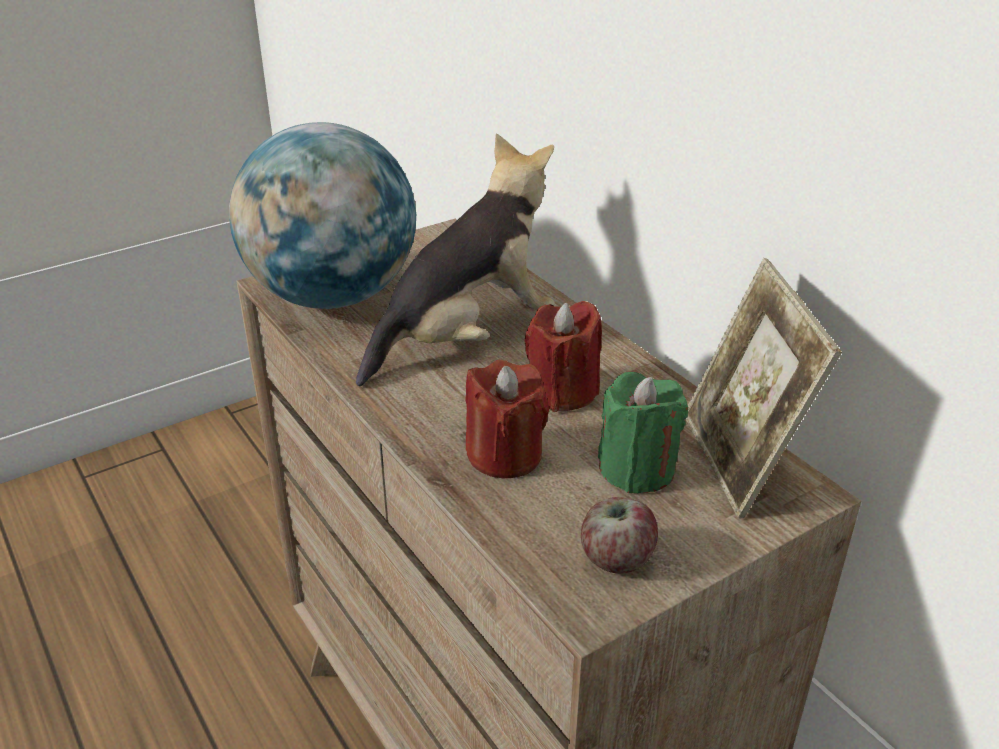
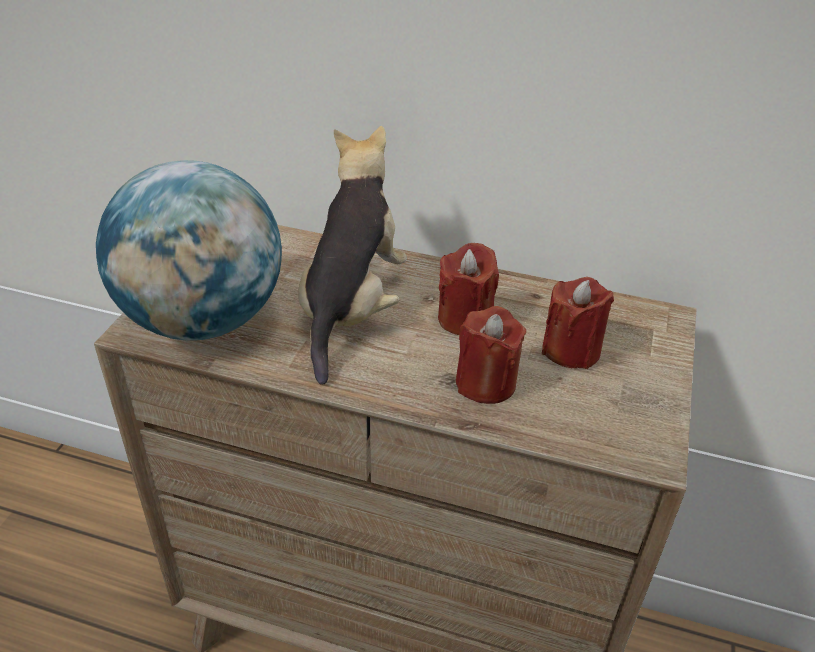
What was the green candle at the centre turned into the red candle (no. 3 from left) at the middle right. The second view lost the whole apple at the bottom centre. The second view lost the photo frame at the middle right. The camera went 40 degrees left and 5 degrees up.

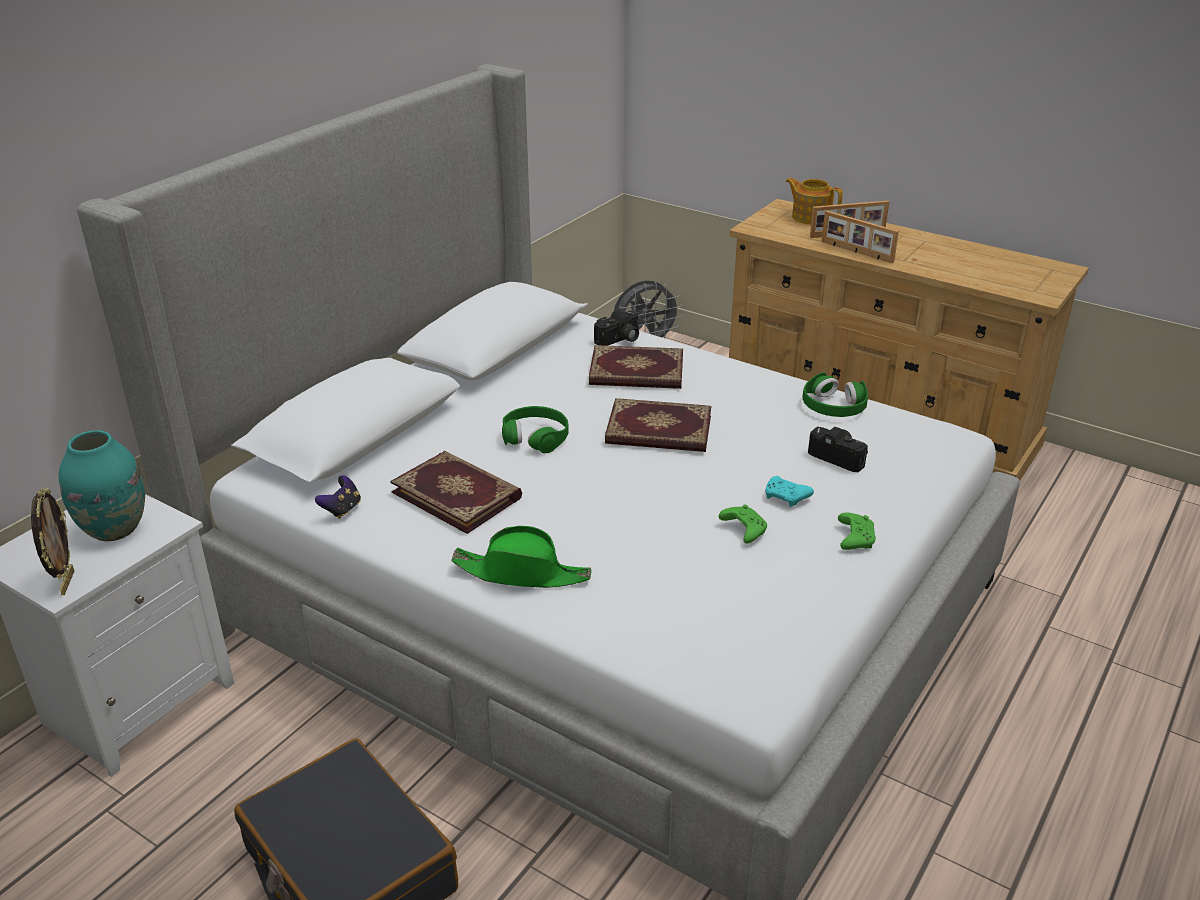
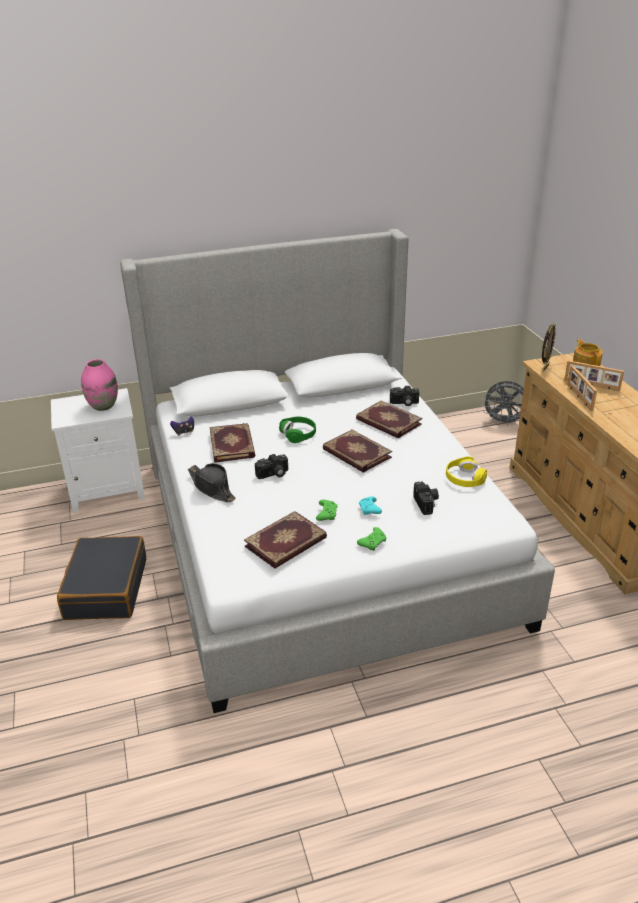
What was the turquoise-coloured vase at the middle left turned into the pink vase at the middle left. What was the green wearable hat at the centre turned into the black wearable hat at the middle left. The second view gained the volume (no. 2 from left) at the centre. The second view gained the still camera (no. 1 from left) at the centre. What was the green pair of headphones (no. 2 from left) at the middle right turned into the yellow-coloured pair of headphones at the middle right. The photo frame (no. 1 from left) ended up elsewhere, having gone from the middle left to the middle right. The camera went 40 degrees right and 0 degrees up.

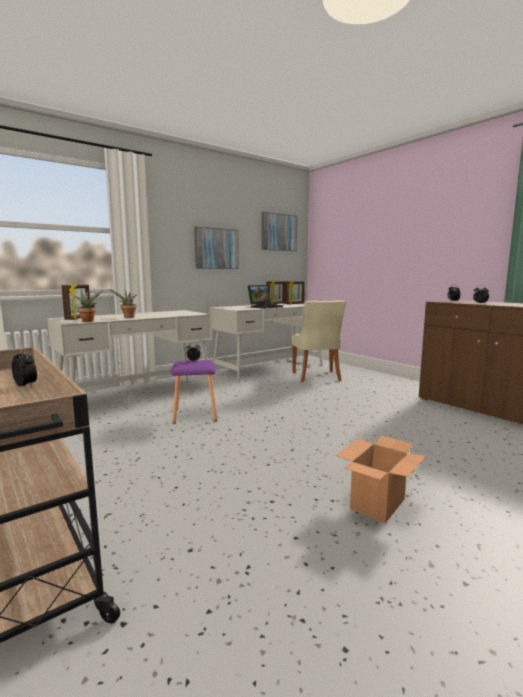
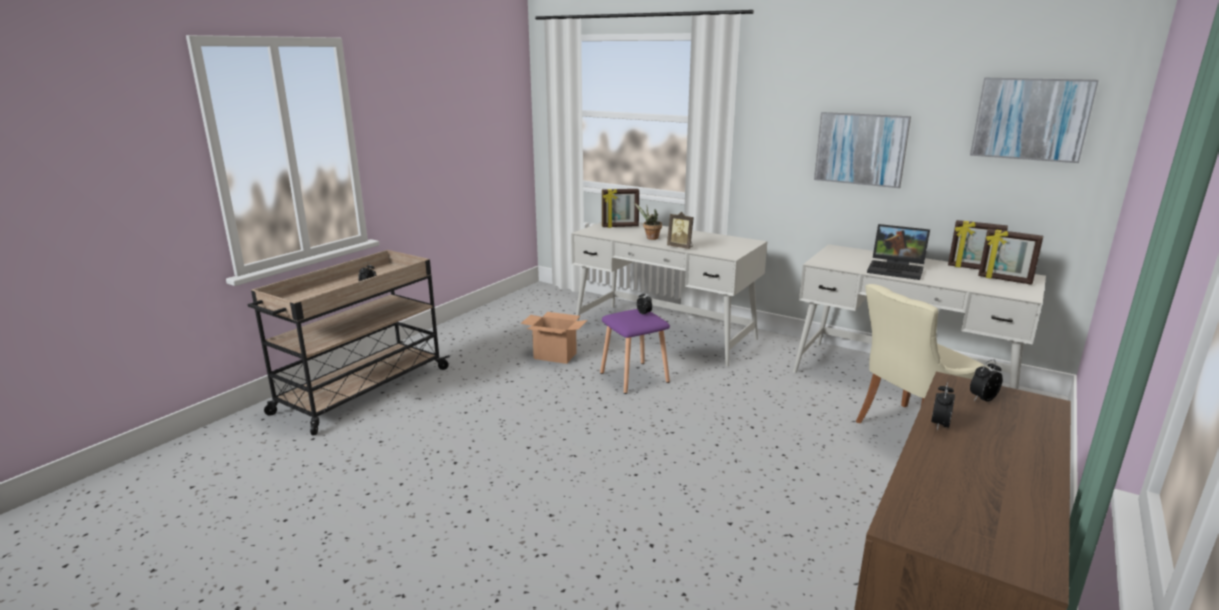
The carton ended up elsewhere, having gone from the bottom right to the centre. The second view gained the photo frame (no. 2 from left) at the centre. The second view lost the potted plant (no. 1 from left) at the middle left. The camera went 70 degrees right and 10 degrees up.

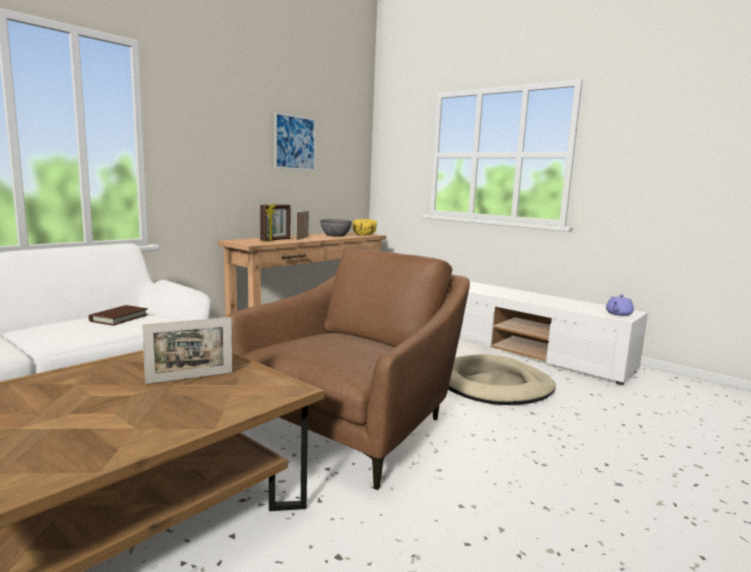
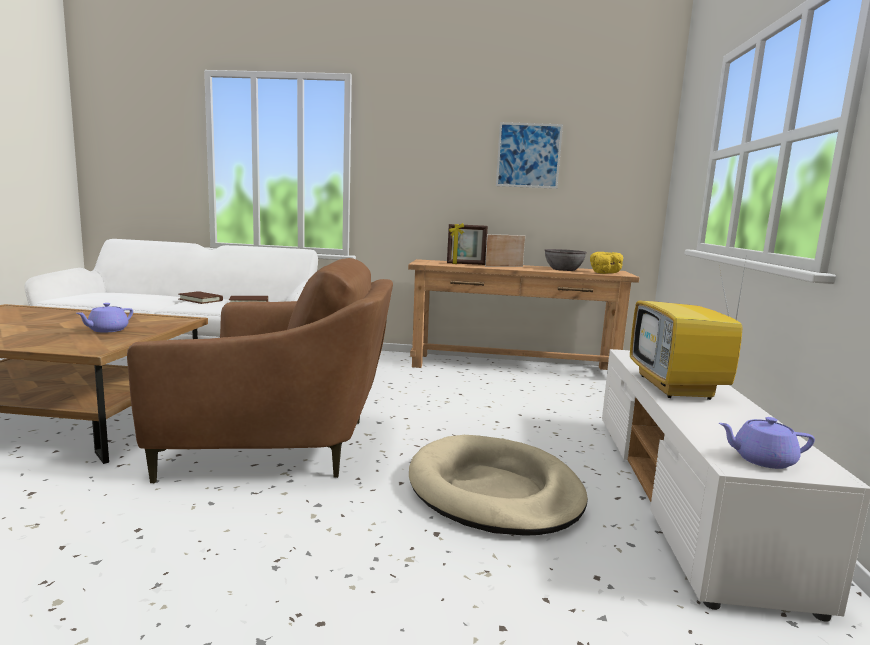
Where the photo frame (no. 1 from left) stood at the middle left, the purple tea pot (no. 1 from left) came to stand at the middle left. The second view gained the brownish volume (no. 1 from left) at the middle left. The second view gained the TV at the middle right. The camera went 55 degrees right and 0 degrees up.

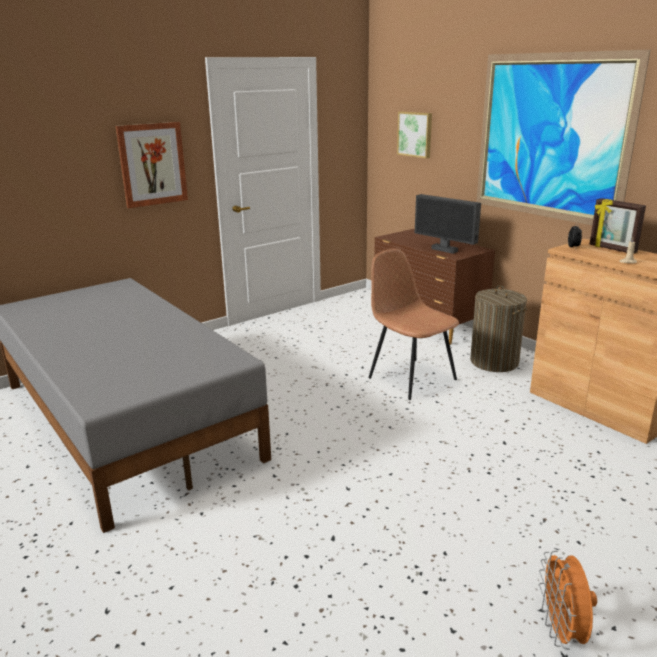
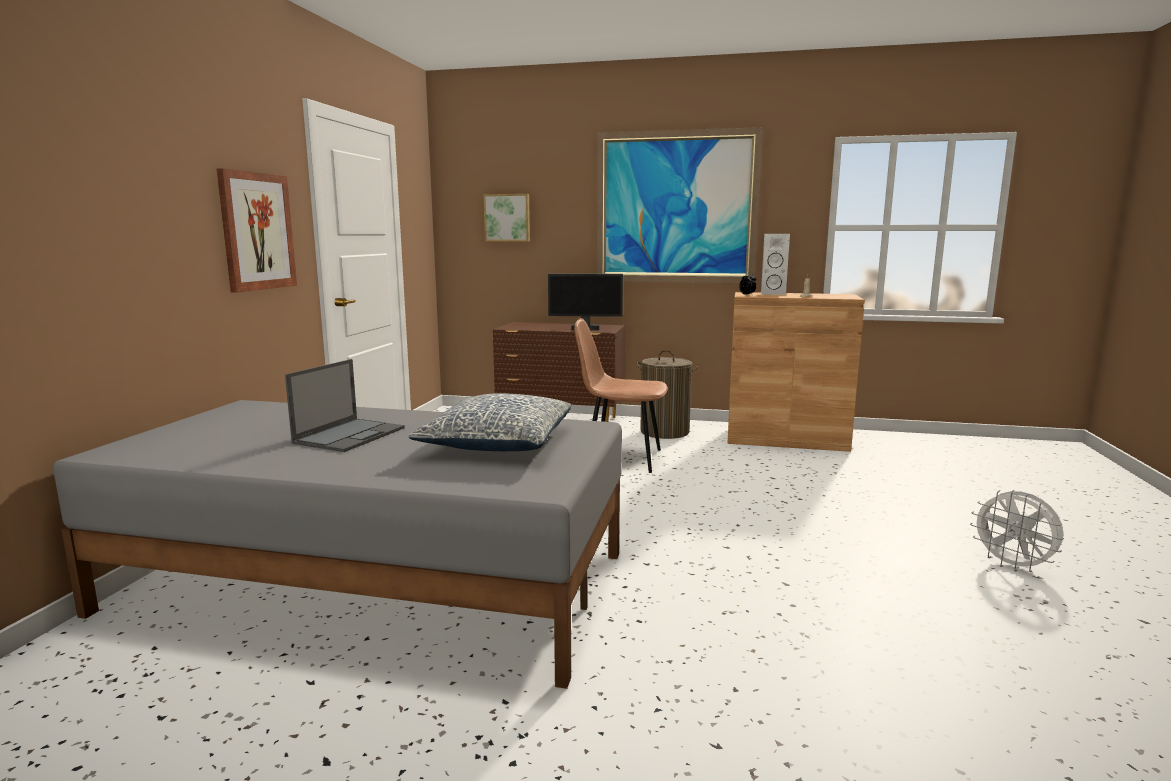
The second view gained the laptop at the middle left. The second view gained the throw pillow at the centre. Where the photo frame stood at the middle right, the white speaker came to stand at the centre. What was the orangey cooling fan at the bottom right turned into the white cooling fan at the bottom right. The camera went 40 degrees left and 10 degrees down.

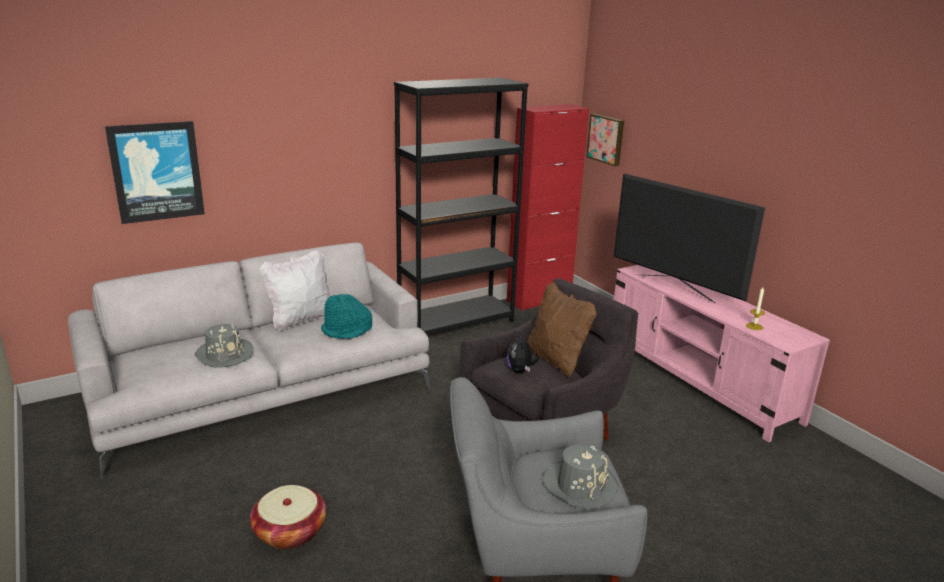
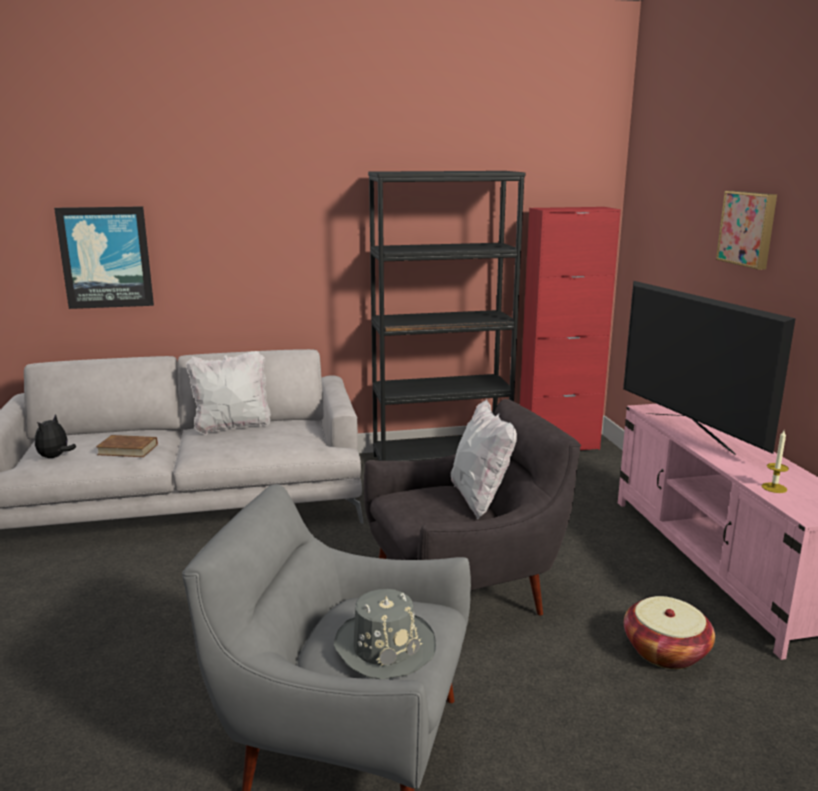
The soft toy ended up elsewhere, having gone from the centre to the middle left. Where the gray wearable hat (no. 1 from left) stood at the middle left, the brownish volume came to stand at the middle left. What was the brownish throw pillow at the centre turned into the white throw pillow (no. 2 from left) at the centre. The basket ended up elsewhere, having gone from the bottom left to the bottom right. The wall art (no. 2 from left) ended up elsewhere, having gone from the top centre to the top right. The second view lost the turquoise-coloured wearable hat at the centre. The camera went 20 degrees right and 5 degrees down.

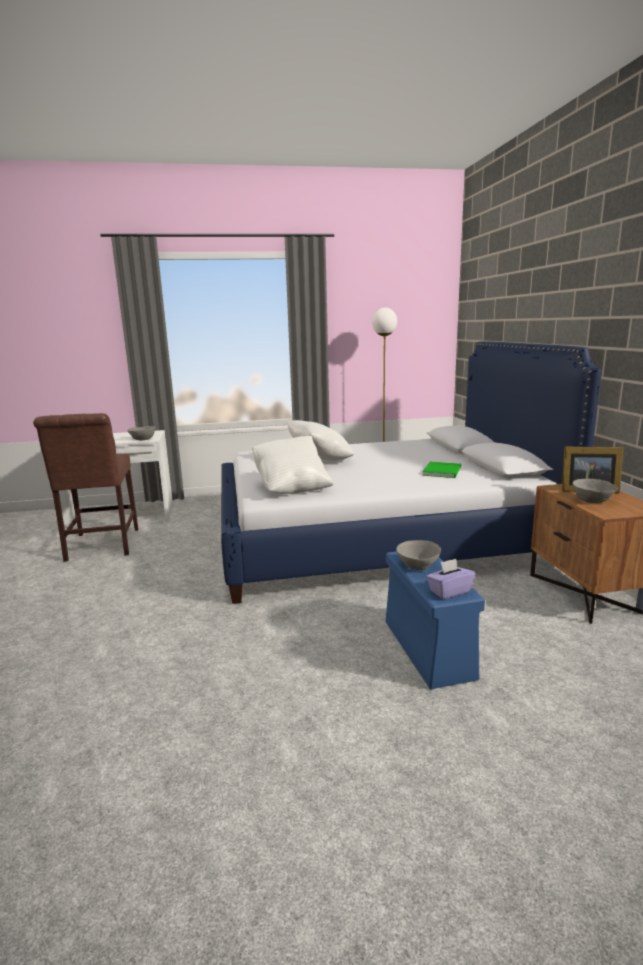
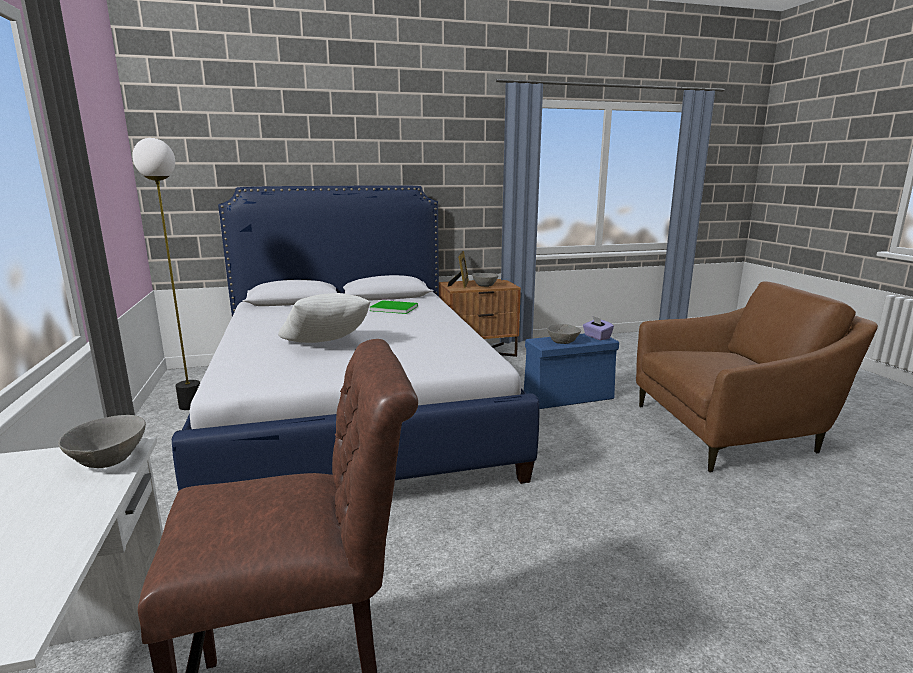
The second view gained the brownish easy chair at the middle right. The second view lost the white throw pillow (no. 1 from left) at the centre. The camera went 95 degrees left and 0 degrees up.

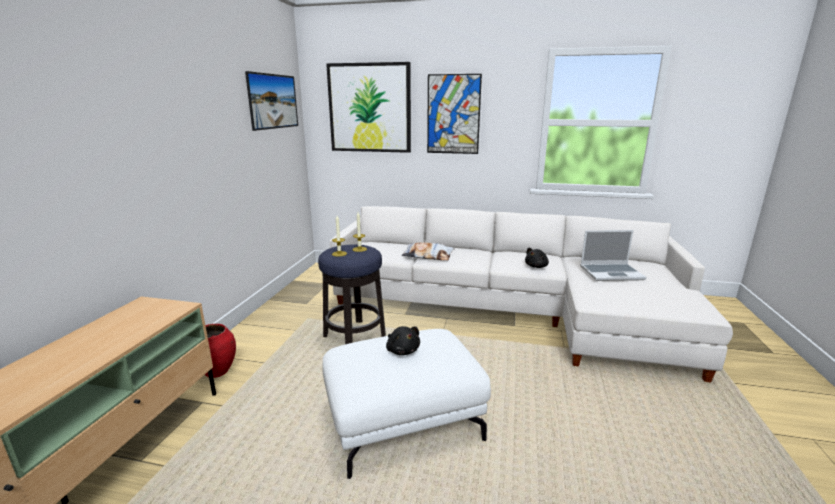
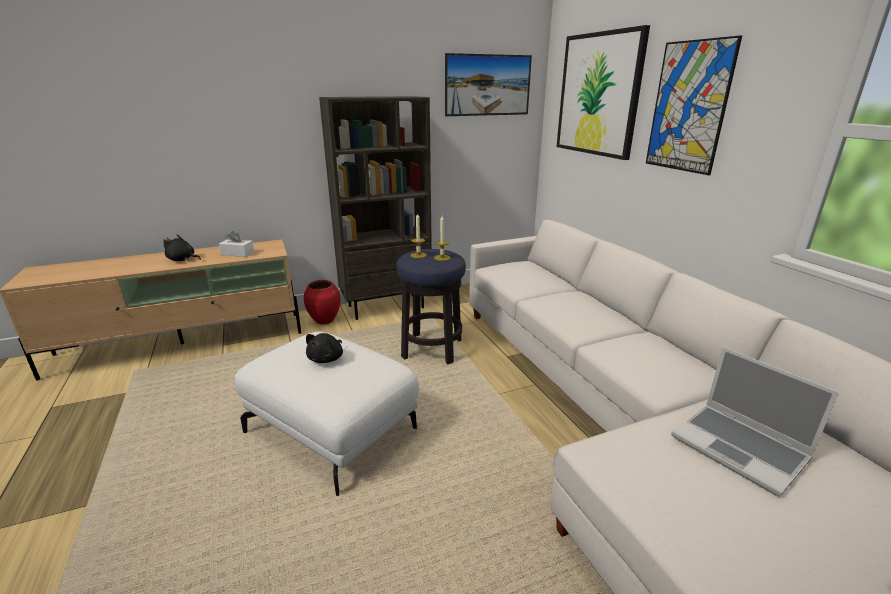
The black soft toy (no. 2 from left in the first image) ended up elsewhere, having gone from the centre to the middle left. The second view gained the white box of tissues at the middle left. The second view gained the brownish bookcase at the centre. The second view lost the throw pillow at the centre. The camera went 55 degrees right and 5 degrees up.

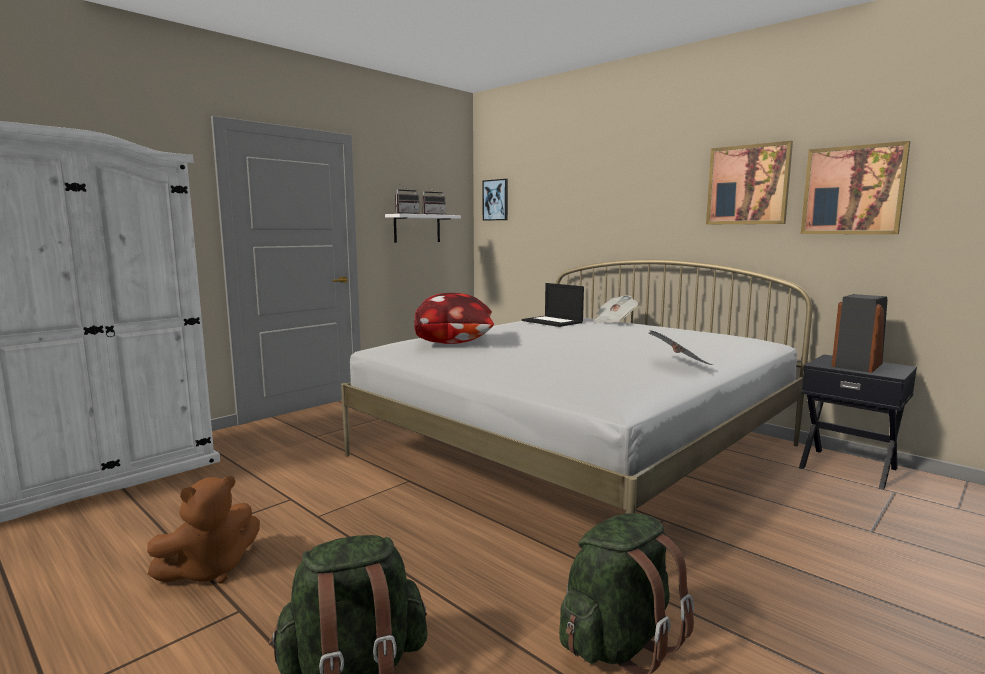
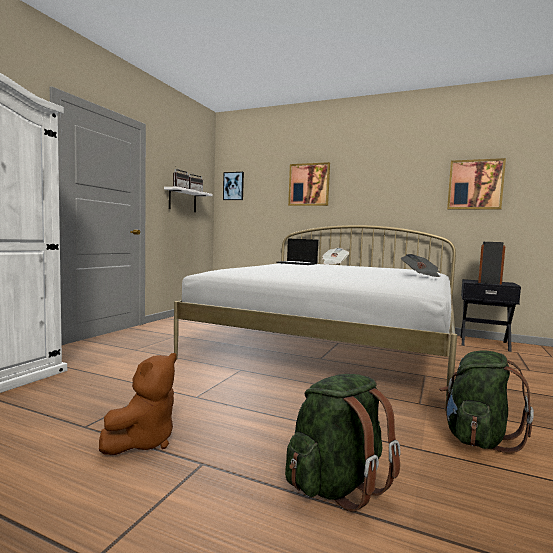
The wall art (no. 2 from left) ended up elsewhere, having gone from the top right to the top centre. The second view lost the throw pillow at the centre. The camera went 20 degrees left and 5 degrees down.

